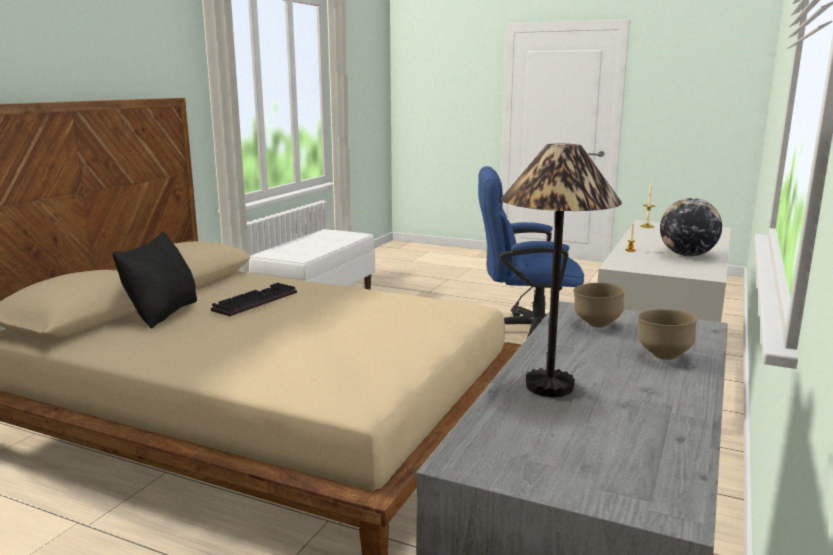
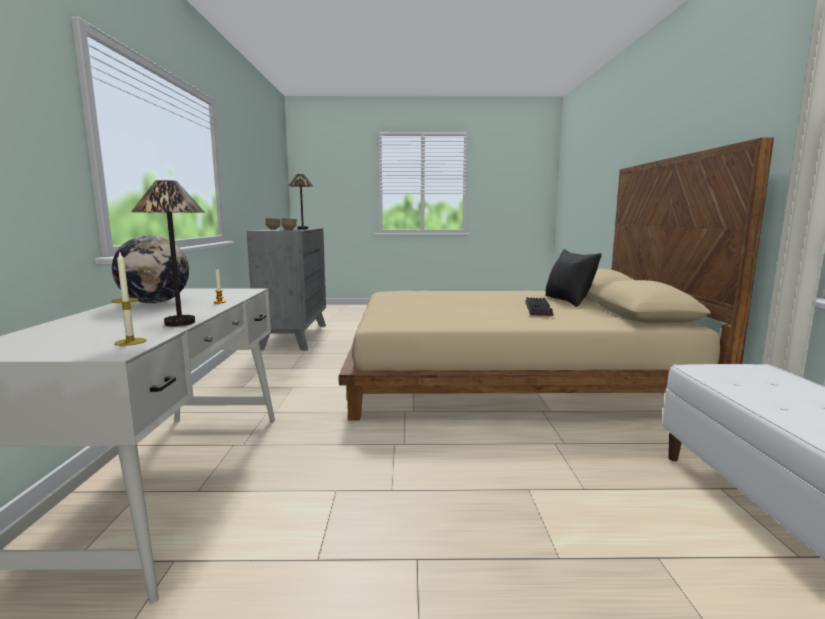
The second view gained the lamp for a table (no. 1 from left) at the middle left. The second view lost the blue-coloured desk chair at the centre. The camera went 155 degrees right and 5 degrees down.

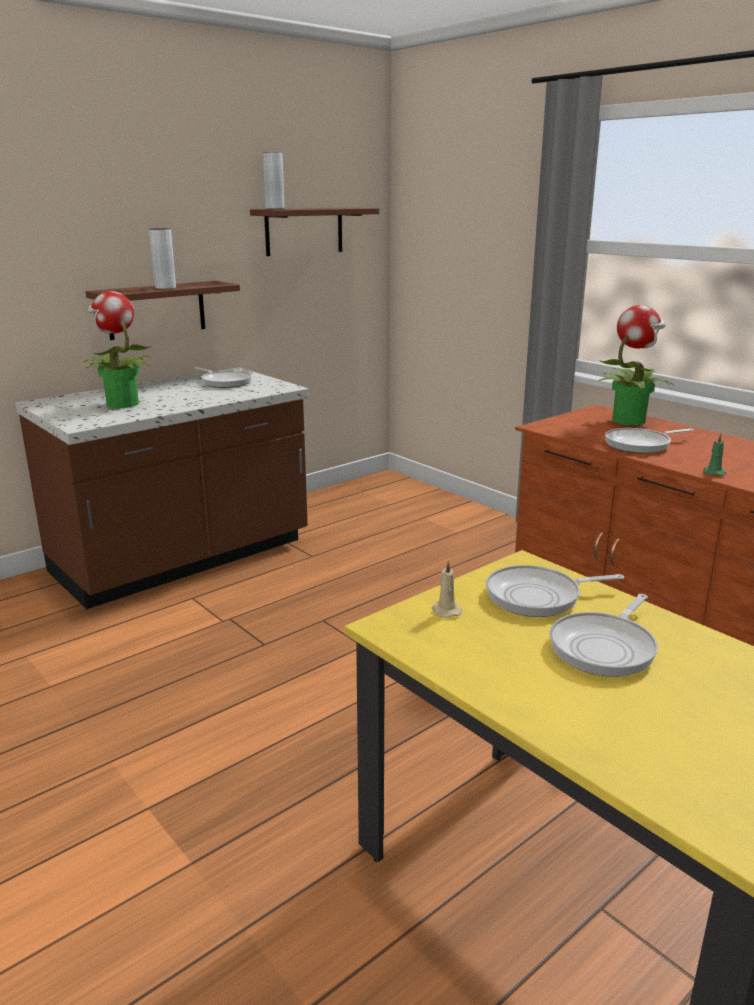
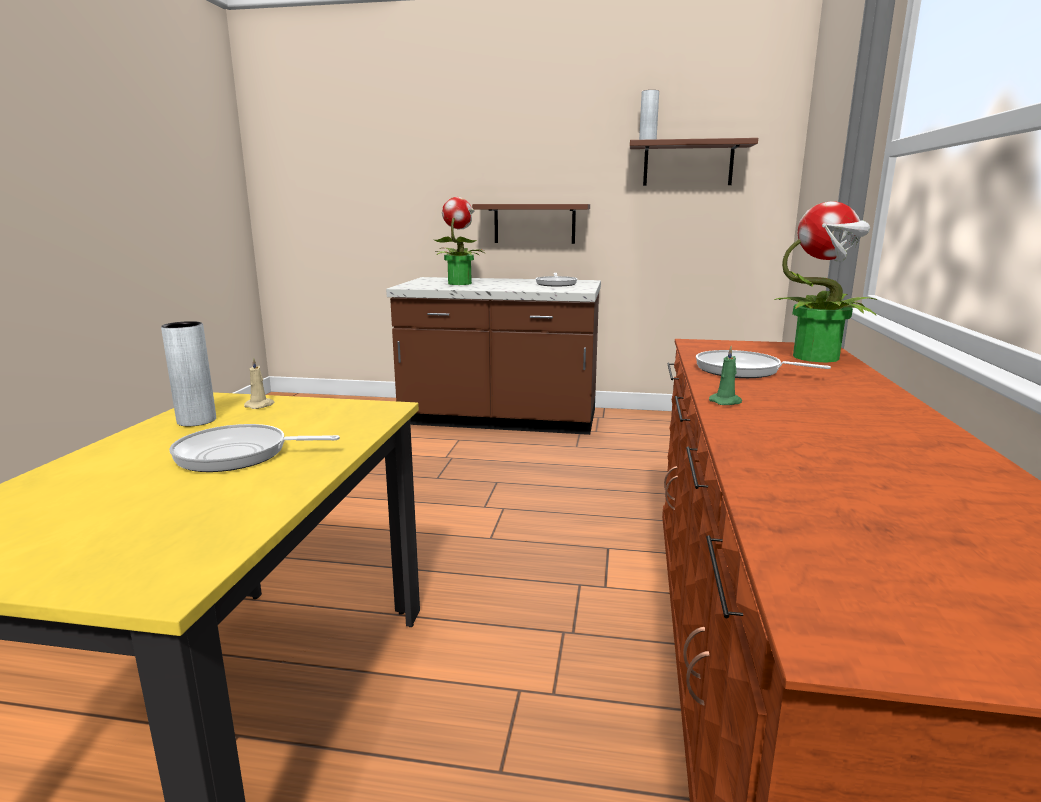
The gray vase (no. 1 from left) ended up elsewhere, having gone from the top left to the middle left. The second view lost the skillet (no. 2 from left) at the middle right. The camera went 50 degrees right and 5 degrees down.

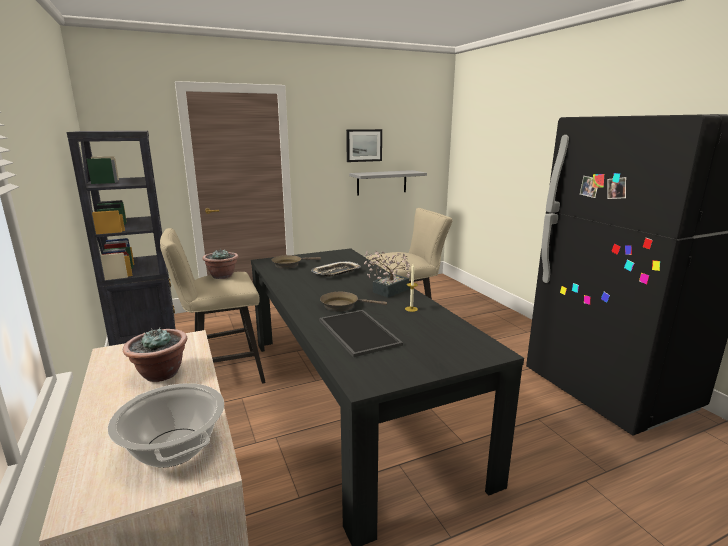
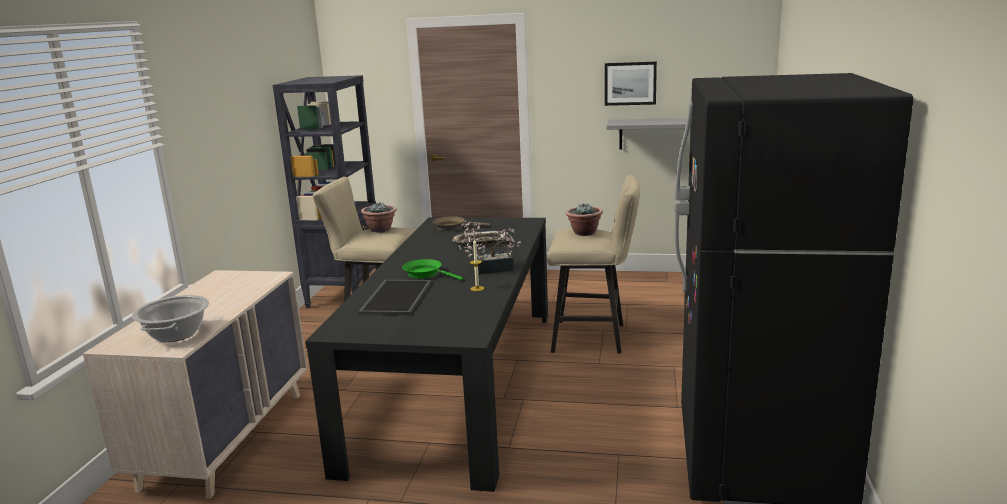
What was the brownish skillet (no. 2 from left) at the centre turned into the green skillet at the centre. The potted plant (no. 1 from left in the first image) ended up elsewhere, having gone from the middle left to the centre. The camera went 35 degrees right and 0 degrees up.

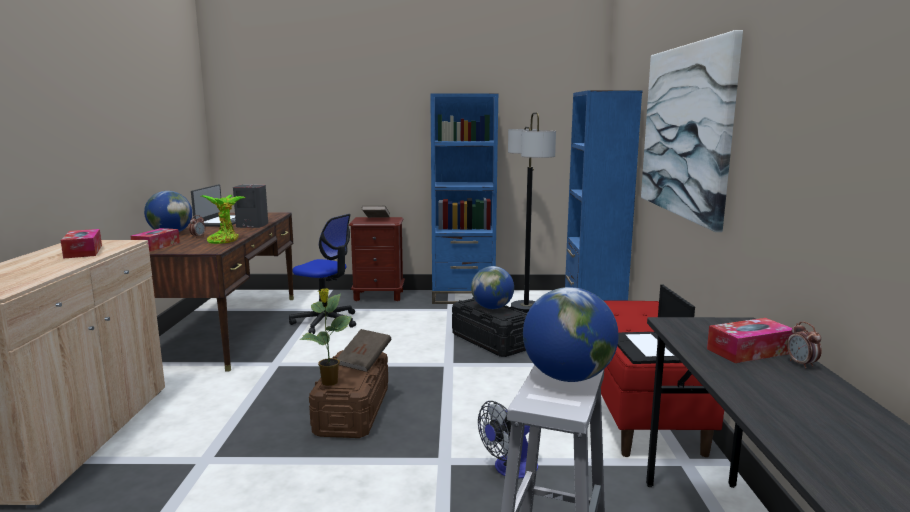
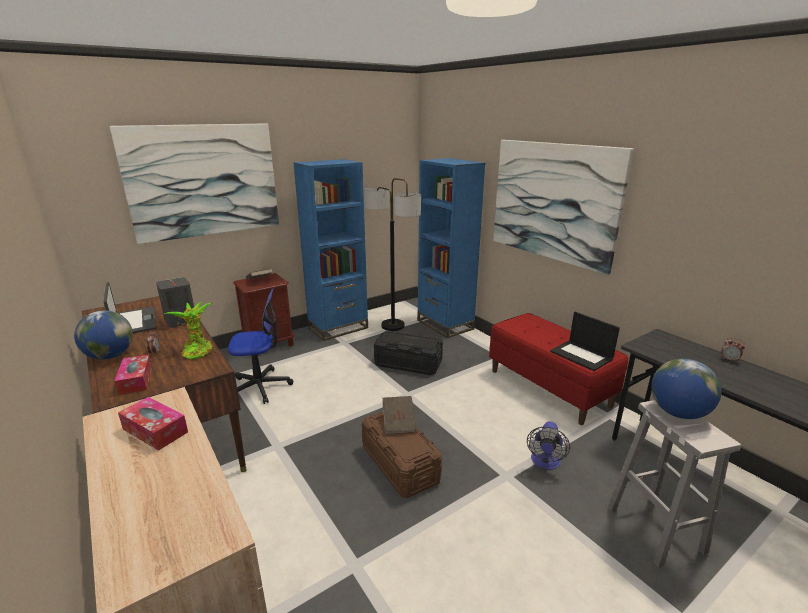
The second view gained the wall art (no. 1 from left) at the top left. The second view lost the potted plant (no. 2 from left) at the centre. The second view lost the globe (no. 2 from left) at the centre. The second view lost the box of tissues (no. 3 from left) at the middle right. The camera went 35 degrees left and 10 degrees up.

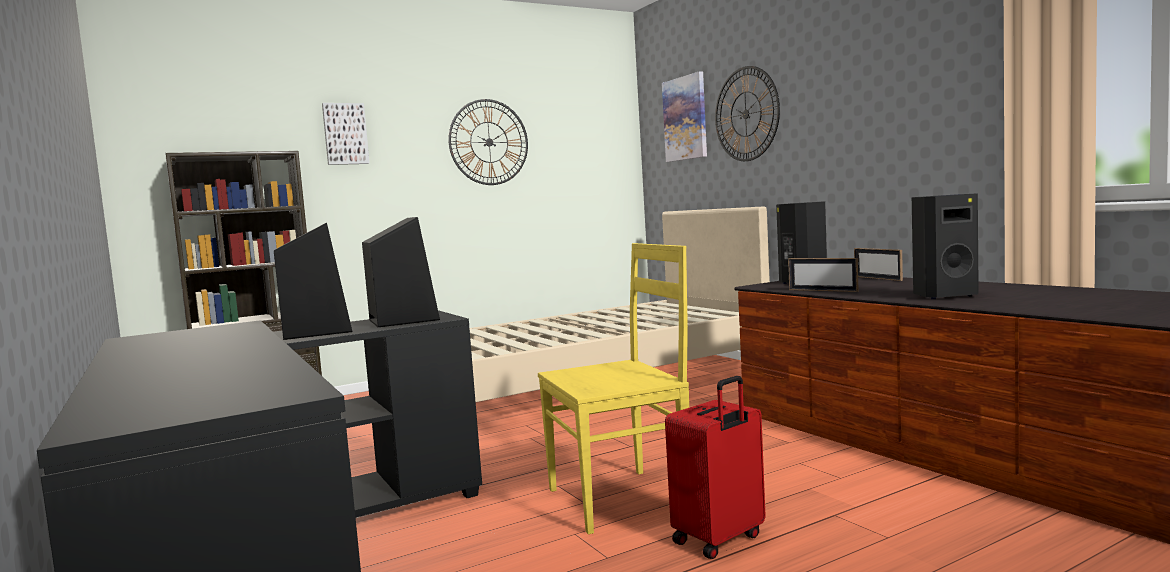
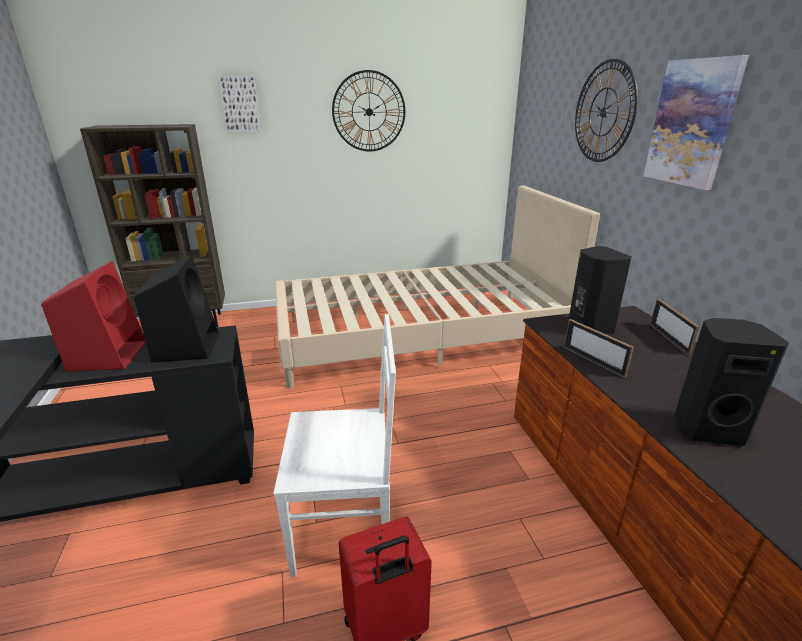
What was the black speaker (no. 1 from left) at the middle left turned into the red speaker at the middle left. What was the yellow-coloured plain chair at the bottom centre turned into the white plain chair at the bottom centre. The wall art (no. 2 from left) ended up elsewhere, having gone from the top centre to the top right. The camera went 15 degrees right and 20 degrees up.

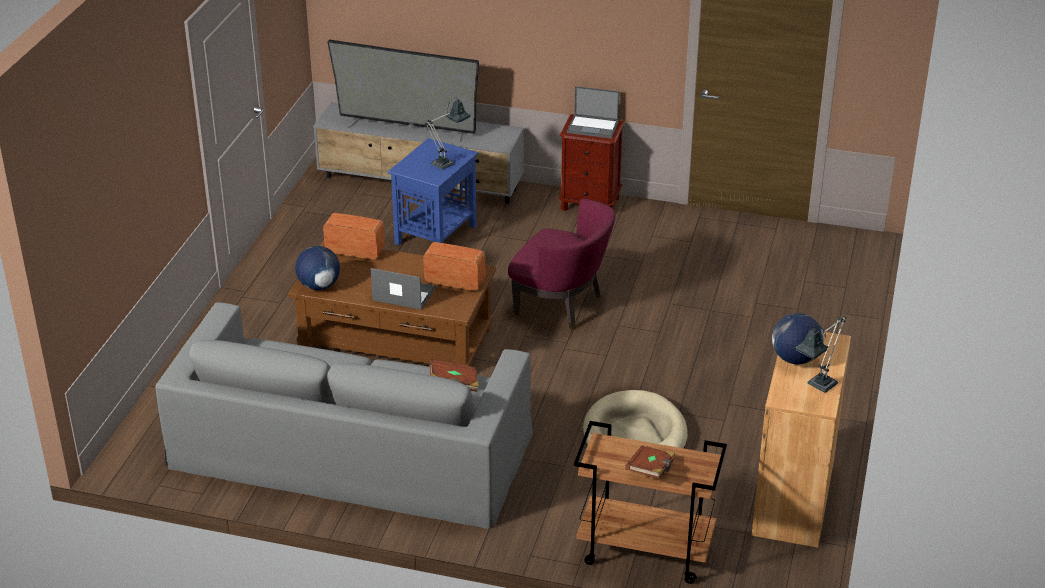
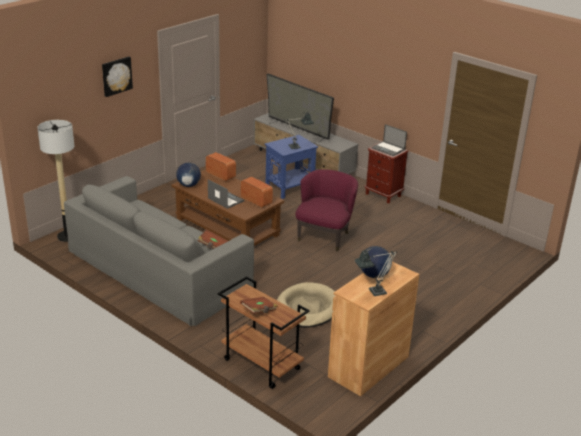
The second view gained the standing lamp at the middle left. The second view gained the wall art at the top left. The purple easy chair at the centre ended up facing another way, 120 degrees counterclockwise from before. The camera went 25 degrees right and 5 degrees down.

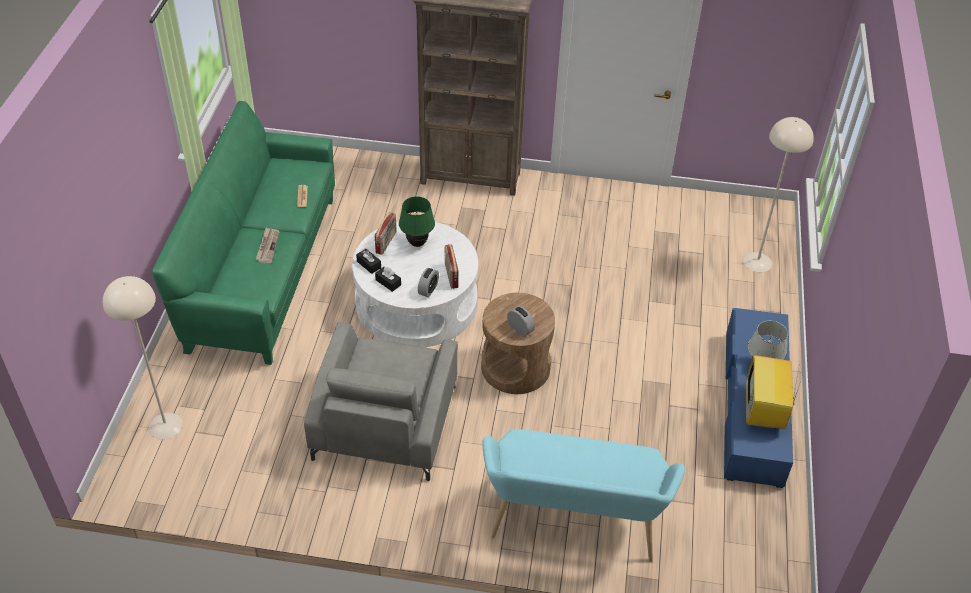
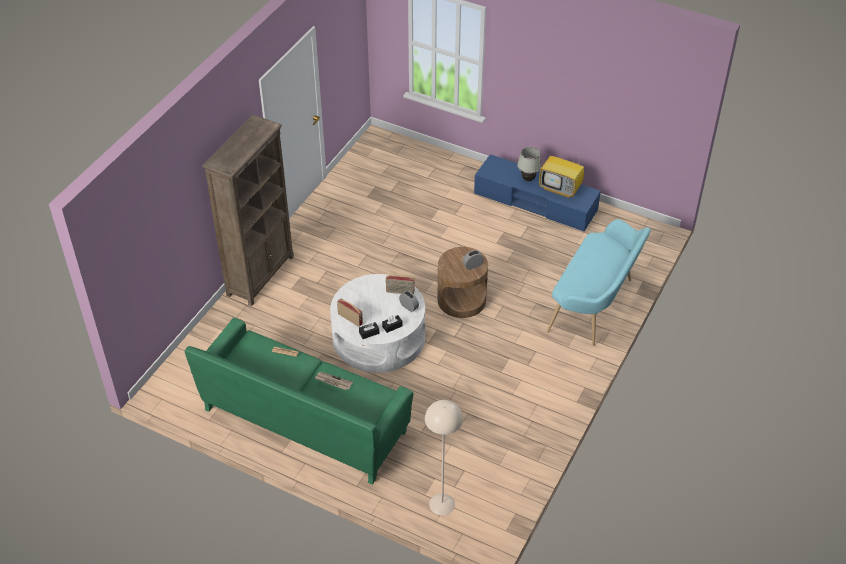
The second view lost the gray easy chair at the bottom centre. The second view lost the green lamp for a table at the centre. The second view lost the beige-coloured standing lamp (no. 2 from left) at the top right. The camera went 70 degrees left and 0 degrees up.

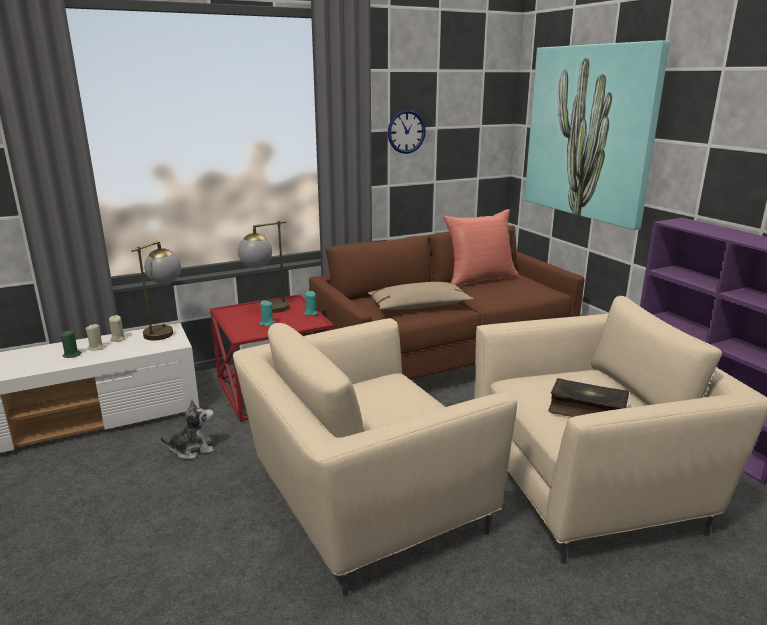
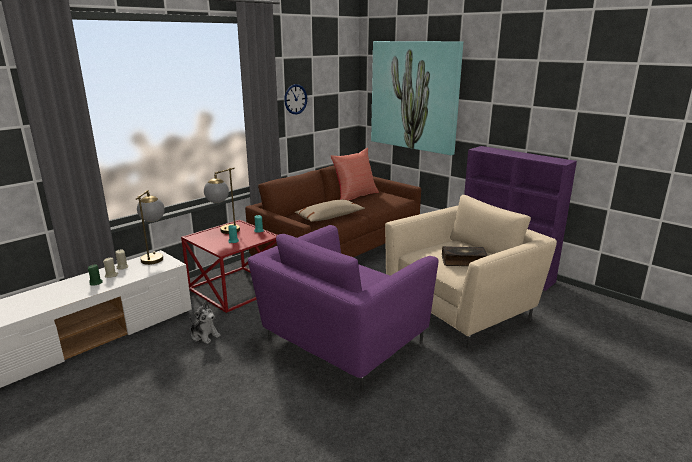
The soft toy at the bottom left ended up facing another way, 75 degrees clockwise from before. What was the beige-coloured easy chair (no. 1 from left) at the bottom centre turned into the purple easy chair at the bottom centre. The camera went 20 degrees left and 0 degrees up.

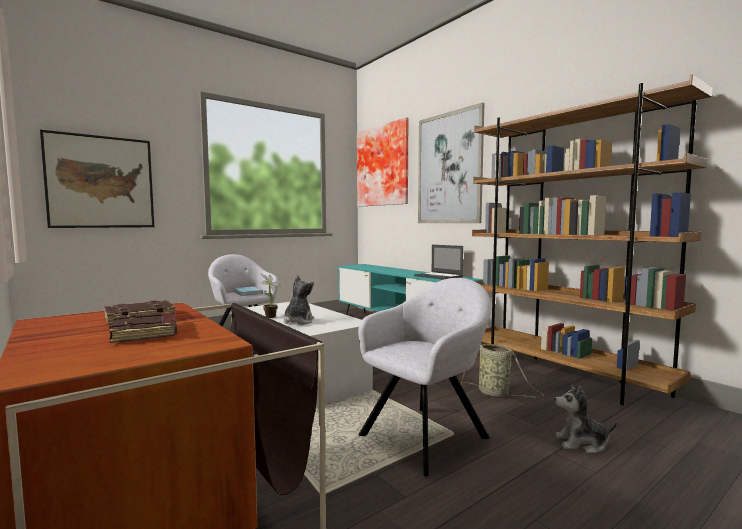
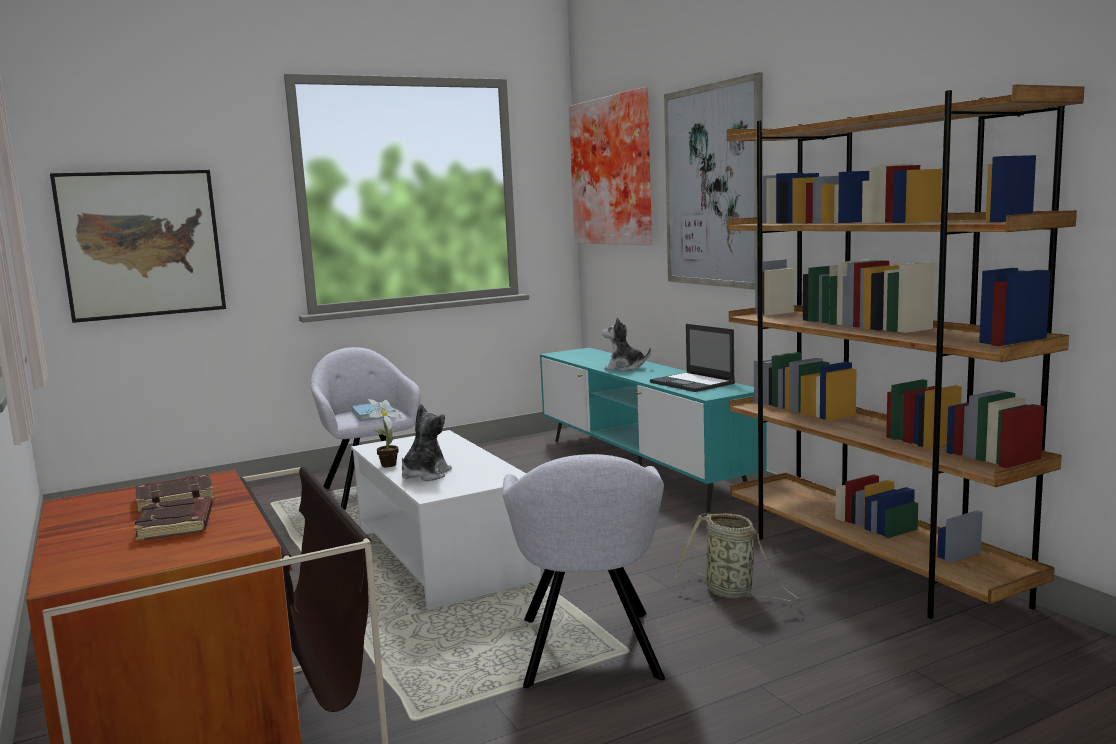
The gray easy chair (no. 2 from left) at the bottom centre ended up facing another way, 120 degrees clockwise from before. The soft toy (no. 2 from left) ended up elsewhere, having gone from the bottom right to the centre. The camera went 10 degrees right and 5 degrees up.

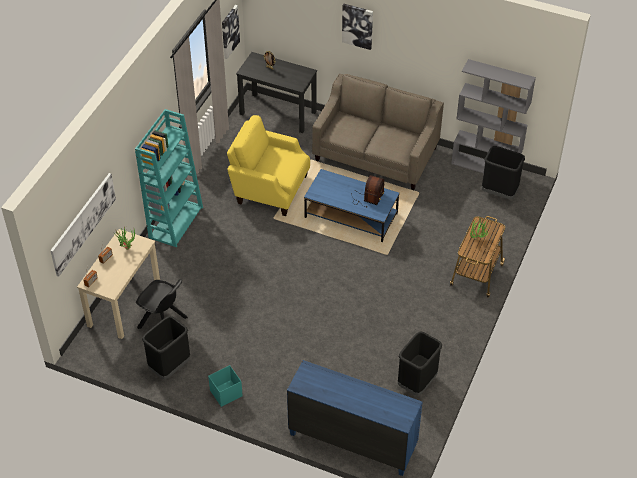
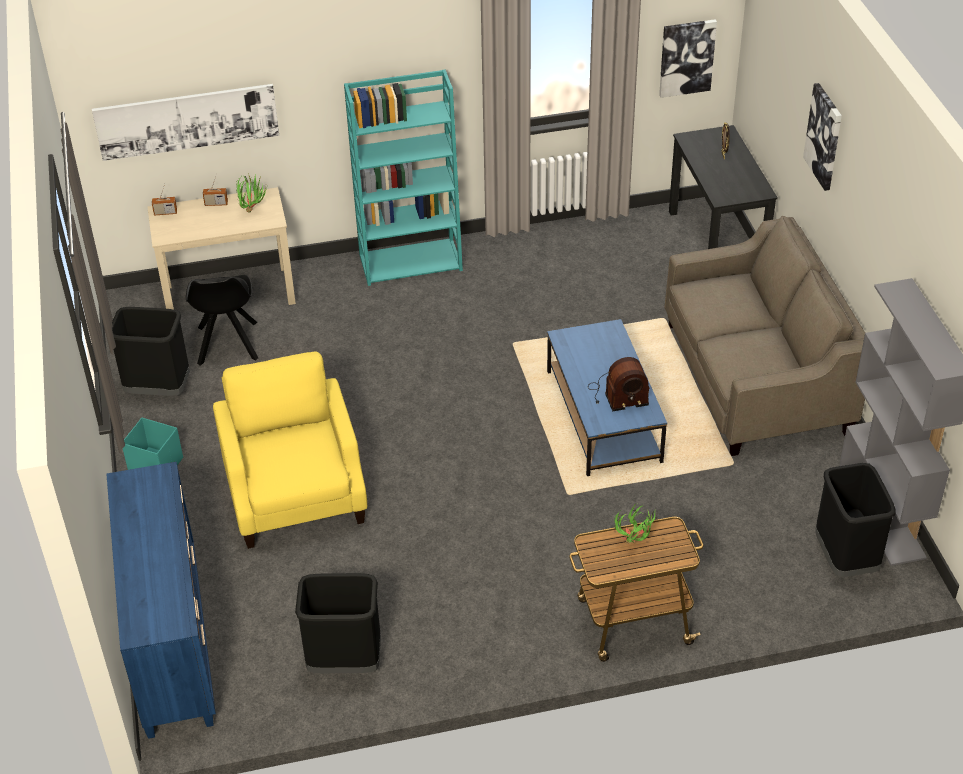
The yellow-coloured easy chair ended up elsewhere, having gone from the centre to the middle left. The camera went 55 degrees right and 5 degrees down.

